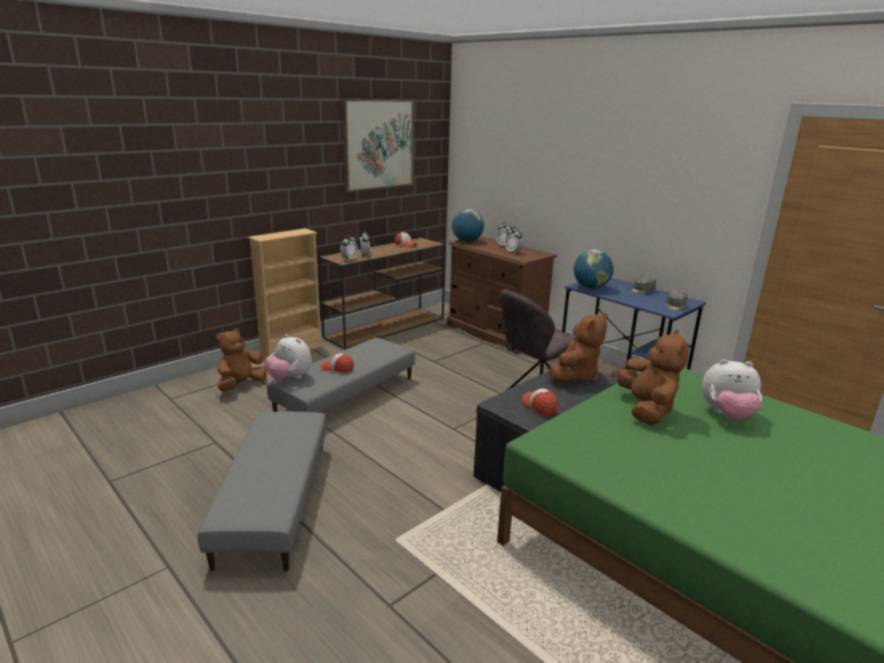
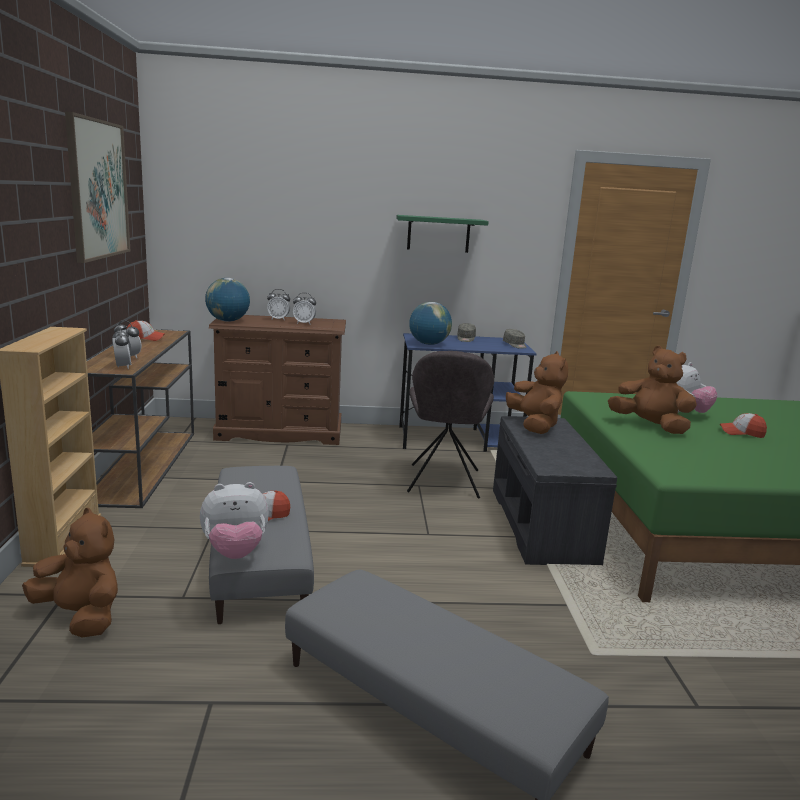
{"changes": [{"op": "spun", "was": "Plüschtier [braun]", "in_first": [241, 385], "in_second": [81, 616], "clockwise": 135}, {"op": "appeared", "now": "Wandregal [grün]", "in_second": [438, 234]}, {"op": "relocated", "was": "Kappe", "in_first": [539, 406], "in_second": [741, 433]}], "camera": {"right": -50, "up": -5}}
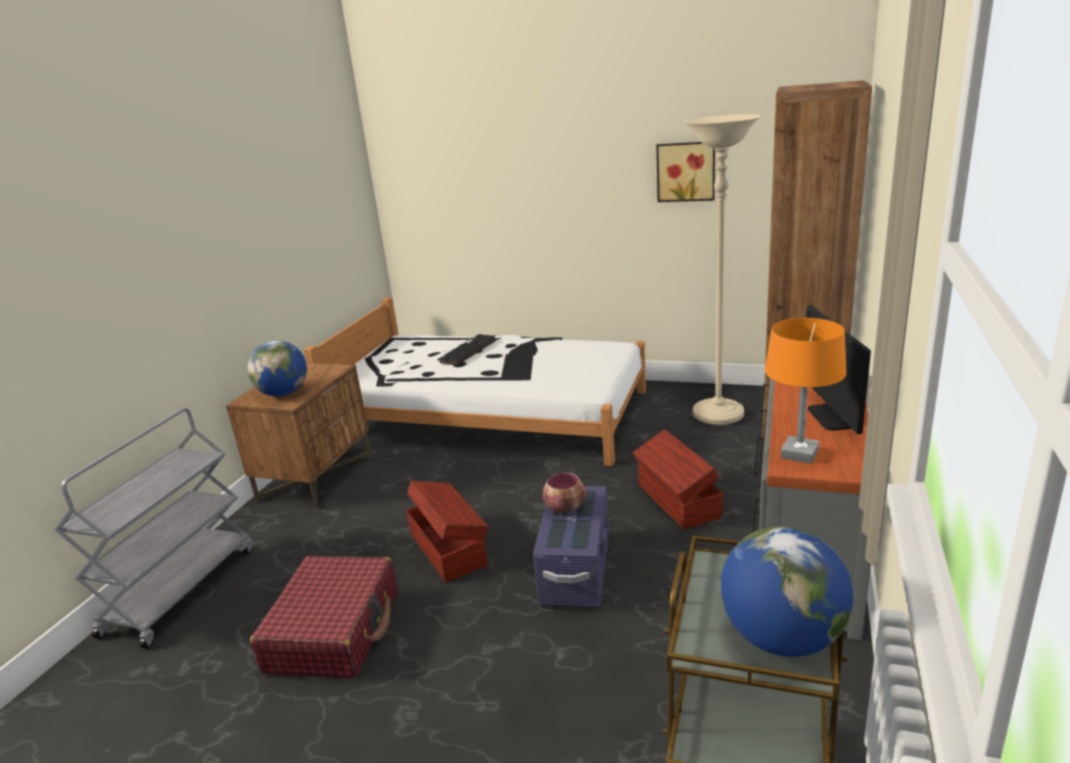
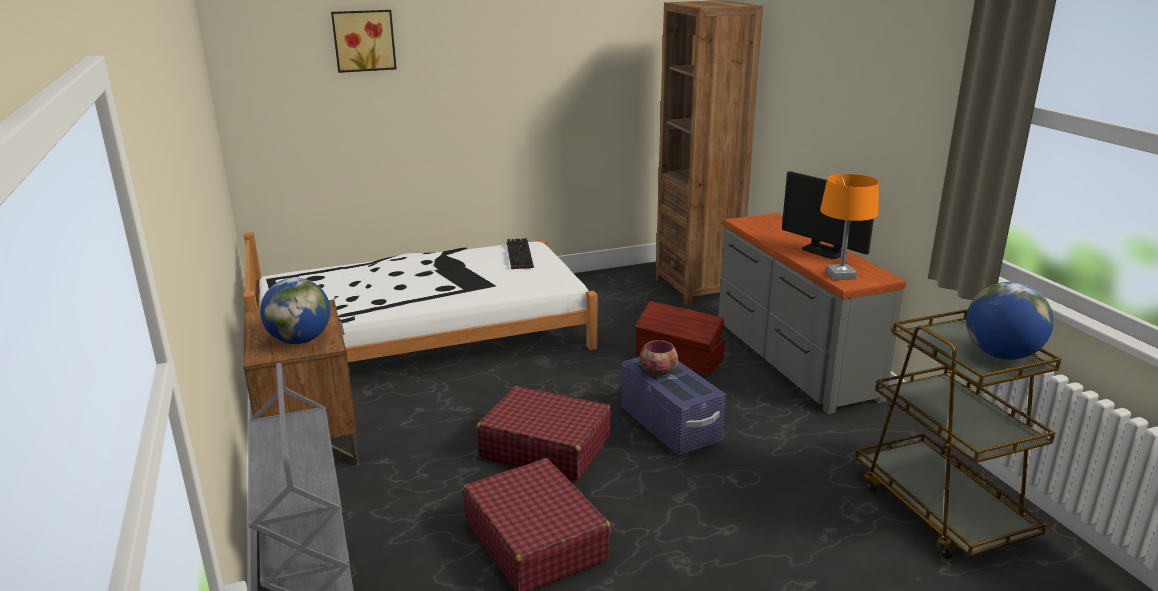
{"changes": [{"op": "relocated", "was": "Bild", "in_first": [686, 171], "in_second": [364, 40]}, {"op": "exchanged", "was": "Aufbewahrungsbox [braun]", "now": "Koffer [rot]", "in_first": [448, 548], "in_second": [545, 447]}, {"op": "relocated", "was": "Tastatur", "in_first": [468, 351], "in_second": [518, 255]}, {"op": "missing", "was": "Stehlampe [beige]", "in_first": [718, 415]}], "camera": {"right": -40, "up": 0}}
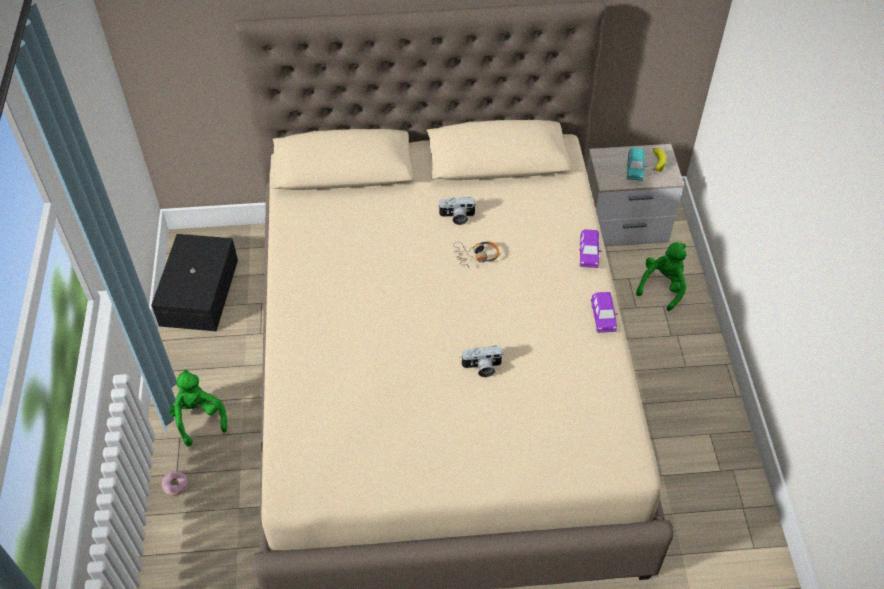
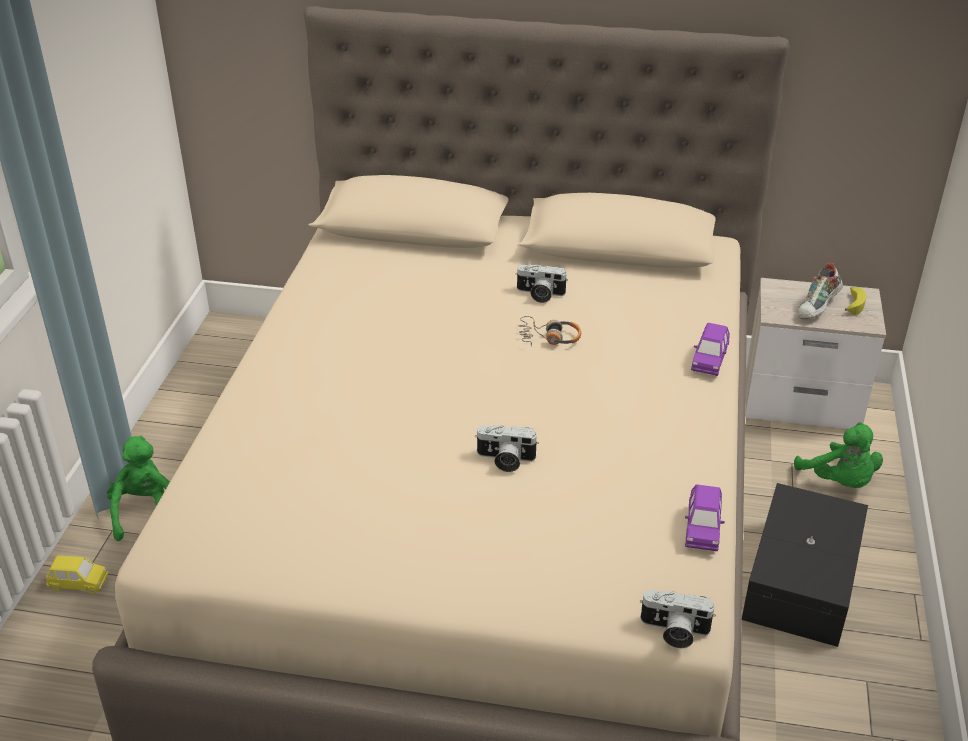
{"changes": [{"op": "exchanged", "was": "Donut", "now": "Spielzeugauto [gelb]", "in_first": [175, 485], "in_second": [79, 583]}, {"op": "appeared", "now": "Kamera", "in_second": [674, 631]}, {"op": "relocated", "was": "Spielzeugauto [lila]", "in_first": [603, 318], "in_second": [702, 530]}, {"op": "relocated", "was": "Aufbewahrungsbox [schwarz]", "in_first": [201, 291], "in_second": [804, 580]}, {"op": "spun", "was": "Plüschtier [grün]", "in_first": [662, 287], "in_second": [839, 481], "clockwise": 105}, {"op": "exchanged", "was": "Spielzeugauto [türkis]", "now": "Schuh", "in_first": [634, 170], "in_second": [818, 308]}], "camera": {"right": 15, "up": -15}}
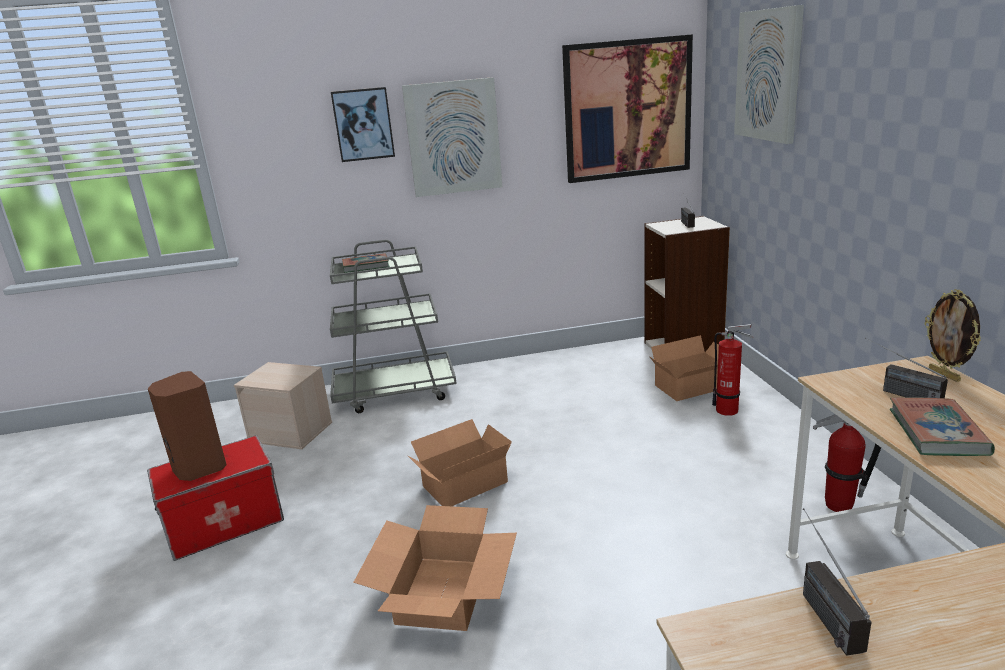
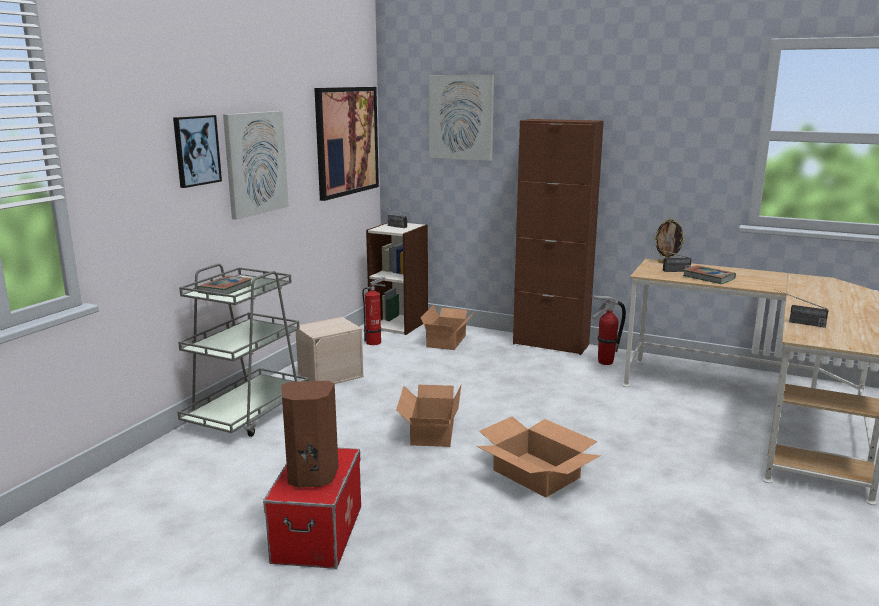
{"changes": [{"op": "relocated", "was": "Aufbewahrungsbox [beige]", "in_first": [292, 431], "in_second": [330, 375]}, {"op": "relocated", "was": "Feuerlöscher", "in_first": [730, 410], "in_second": [375, 342]}, {"op": "appeared", "now": "Schrank [braun]", "in_second": [550, 344]}], "camera": {"right": -55, "up": -5}}
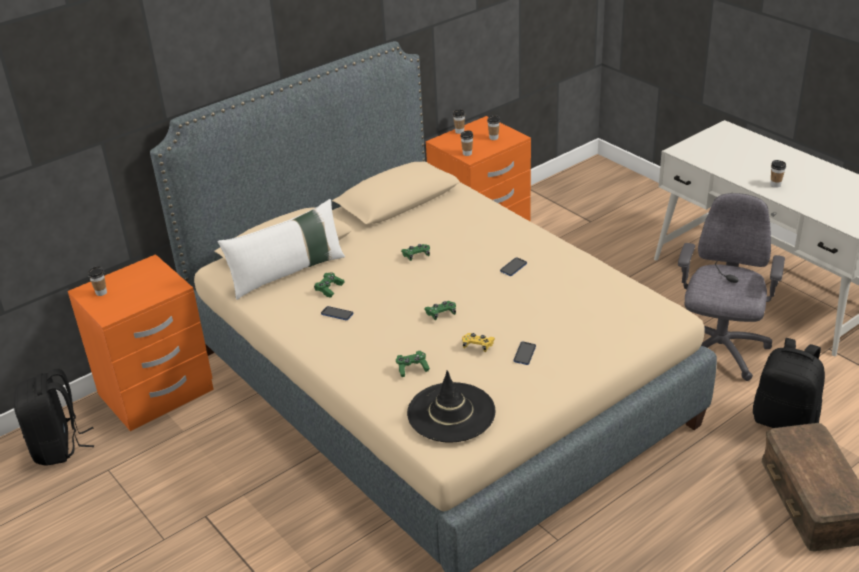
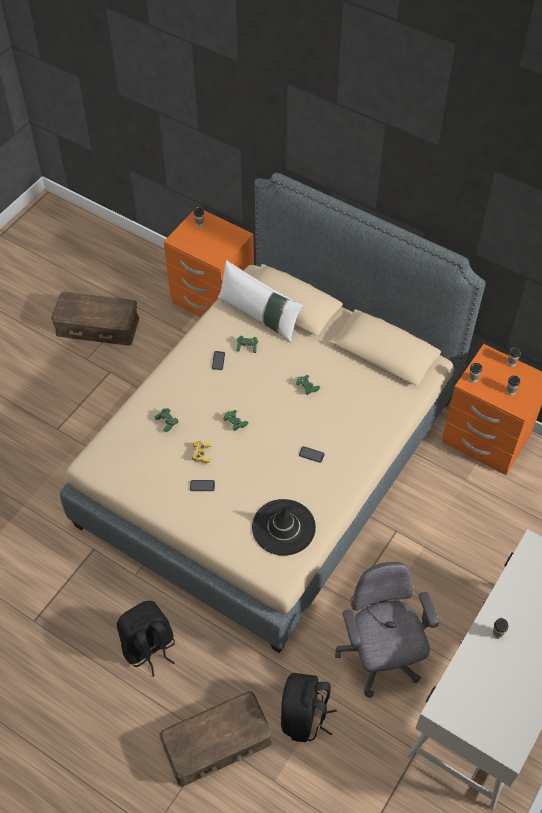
{"changes": [{"op": "appeared", "now": "Aufbewahrungsbox [braun]", "in_second": [98, 325]}, {"op": "relocated", "was": "Rucksack [schwarz]", "in_first": [59, 447], "in_second": [149, 648]}, {"op": "relocated", "was": "Hut [schwarz]", "in_first": [451, 413], "in_second": [283, 527]}, {"op": "spun", "was": "Bürostuhl [grau]", "in_first": [718, 352], "in_second": [380, 657], "clockwise": -105}], "camera": {"right": 70, "up": 20}}
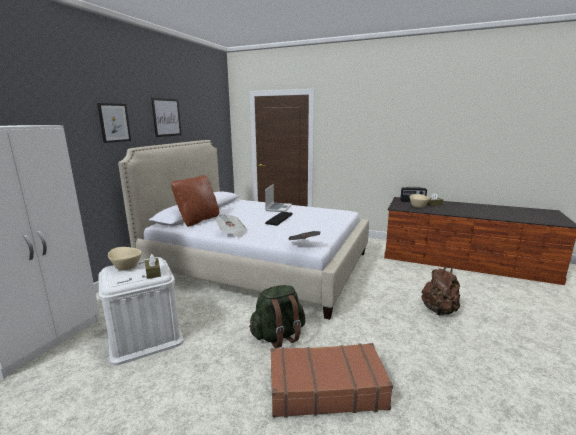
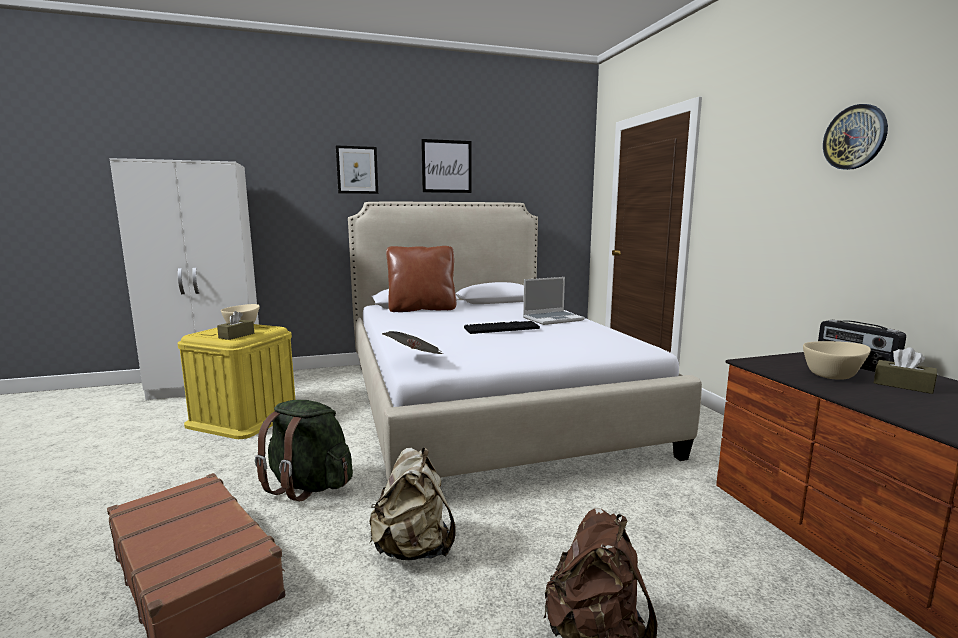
{"changes": [{"op": "colour", "was": "Aufbewahrungsbox [weiß]", "now": "Aufbewahrungsbox [gelb]", "in_first": [145, 336], "in_second": [244, 417]}, {"op": "appeared", "now": "Rucksack [beige]", "in_second": [413, 548]}, {"op": "appeared", "now": "Wanduhr", "in_second": [855, 137]}, {"op": "missing", "was": "Zeitung", "in_first": [232, 233]}], "camera": {"right": 50, "up": -5}}
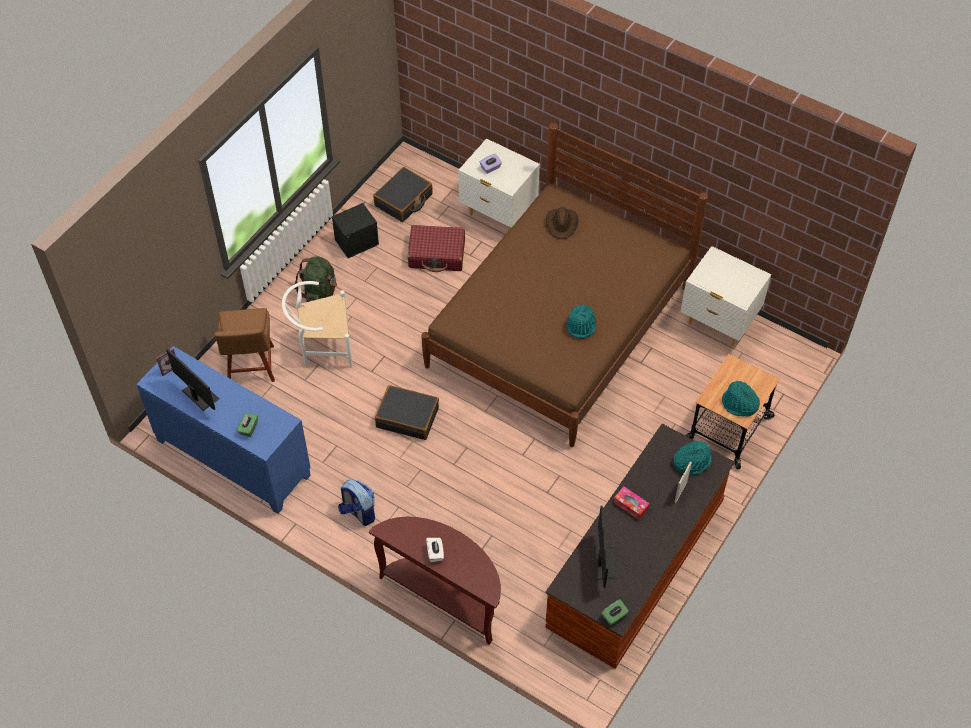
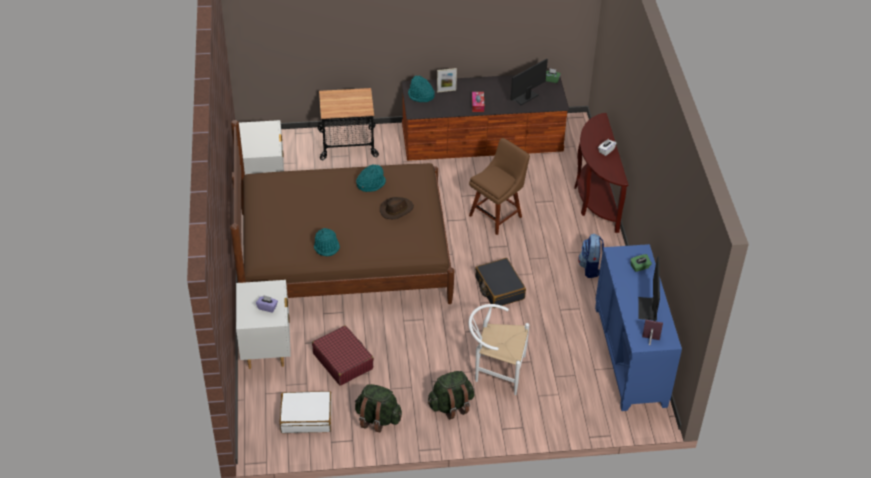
{"changes": [{"op": "colour", "was": "Koffer [schwarz]", "now": "Koffer [weiß]", "in_first": [403, 200], "in_second": [306, 417]}, {"op": "relocated", "was": "Hut [türkis]", "in_first": [739, 404], "in_second": [326, 246]}, {"op": "exchanged", "was": "Aufbewahrungsbox [schwarz]", "now": "Rucksack [grün]", "in_first": [356, 241], "in_second": [377, 418]}, {"op": "relocated", "was": "Hut [braun]", "in_first": [562, 224], "in_second": [396, 209]}, {"op": "relocated", "was": "Stuhl [braun]", "in_first": [250, 368], "in_second": [497, 215]}, {"op": "spun", "was": "Stuhl [weiß]", "in_first": [322, 348], "in_second": [495, 370], "clockwise": 150}], "camera": {"right": -130, "up": -10}}
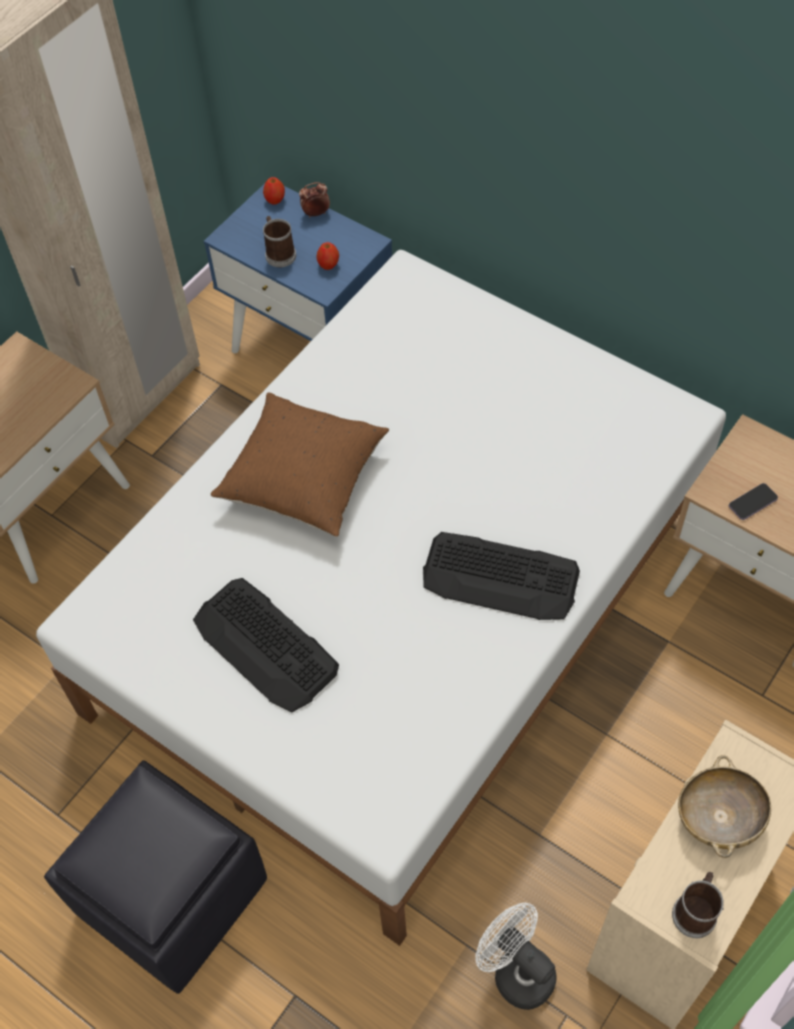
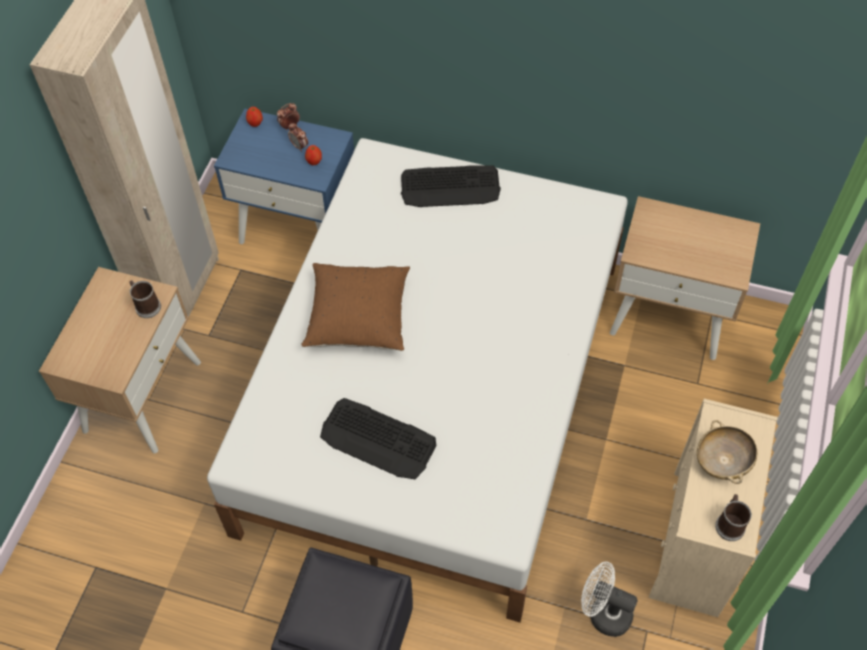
{"changes": [{"op": "relocated", "was": "Henkelbecher", "in_first": [279, 253], "in_second": [146, 305]}, {"op": "appeared", "now": "Wecker", "in_second": [299, 146]}, {"op": "relocated", "was": "Tastatur", "in_first": [500, 577], "in_second": [450, 187]}, {"op": "missing", "was": "Handy", "in_first": [752, 502]}], "camera": {"right": -20, "up": 0}}
